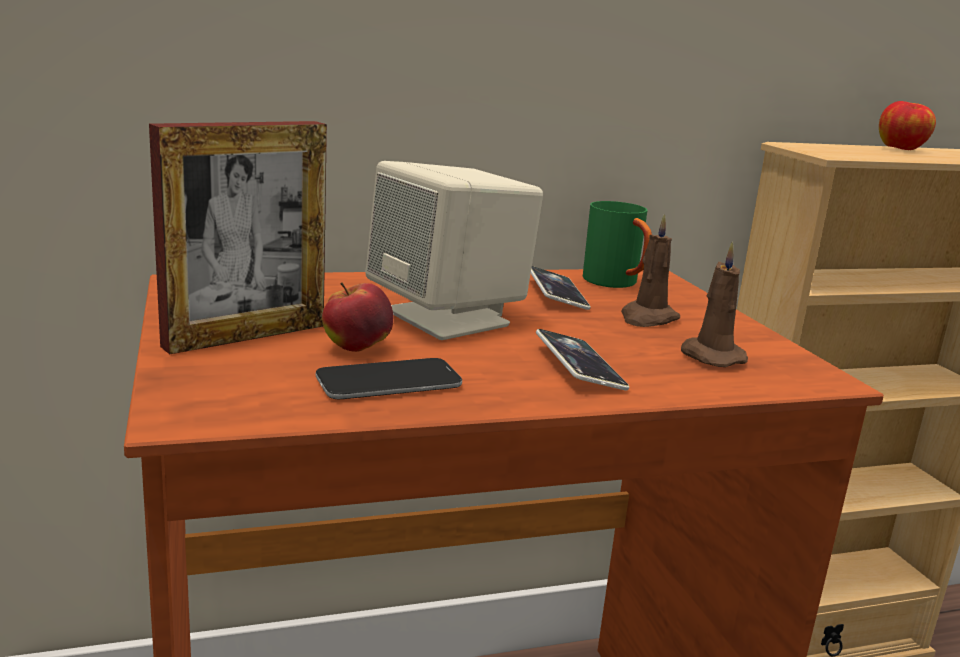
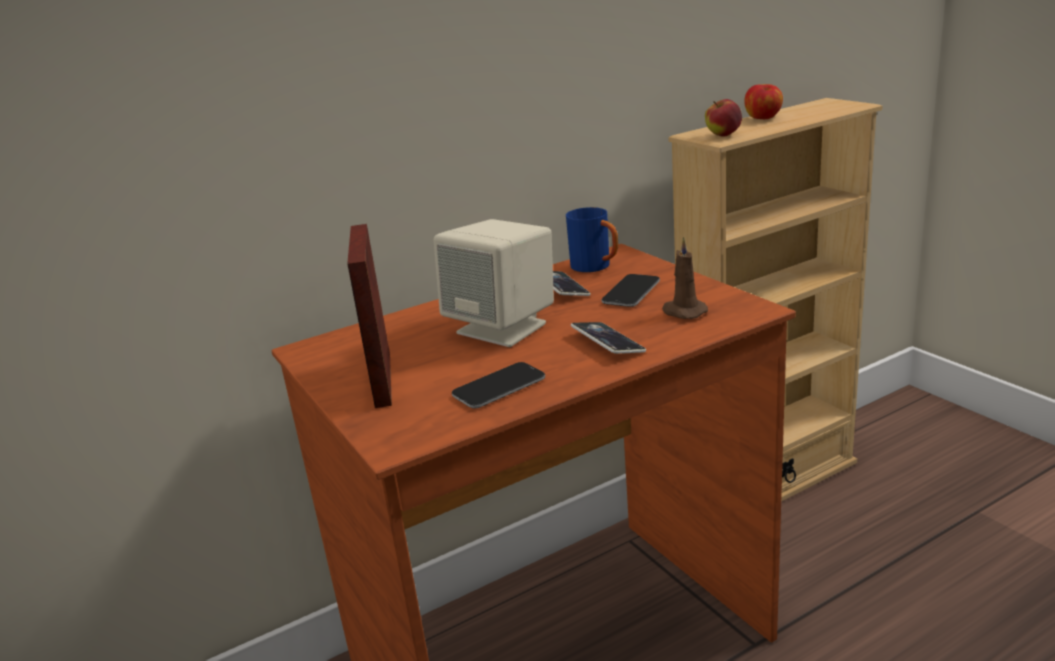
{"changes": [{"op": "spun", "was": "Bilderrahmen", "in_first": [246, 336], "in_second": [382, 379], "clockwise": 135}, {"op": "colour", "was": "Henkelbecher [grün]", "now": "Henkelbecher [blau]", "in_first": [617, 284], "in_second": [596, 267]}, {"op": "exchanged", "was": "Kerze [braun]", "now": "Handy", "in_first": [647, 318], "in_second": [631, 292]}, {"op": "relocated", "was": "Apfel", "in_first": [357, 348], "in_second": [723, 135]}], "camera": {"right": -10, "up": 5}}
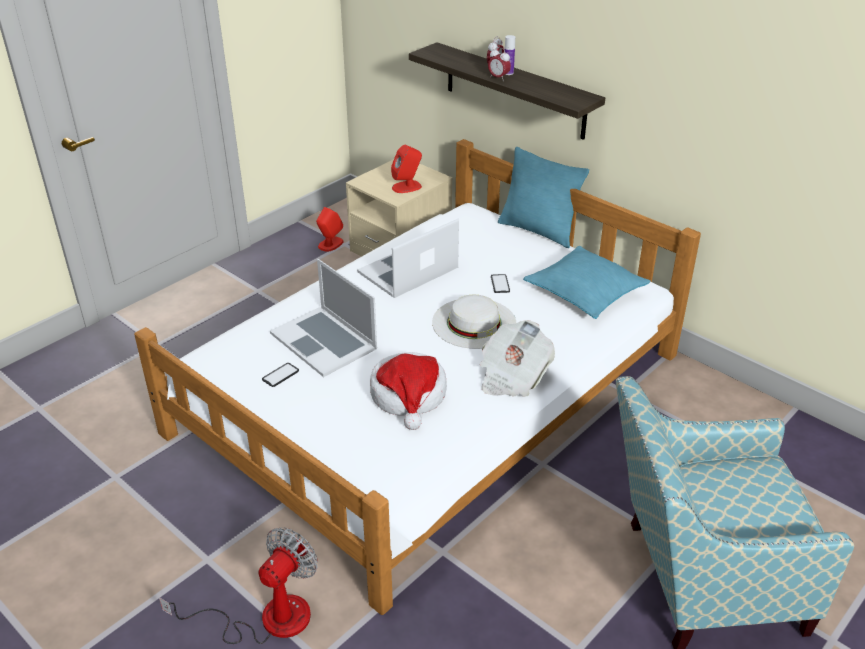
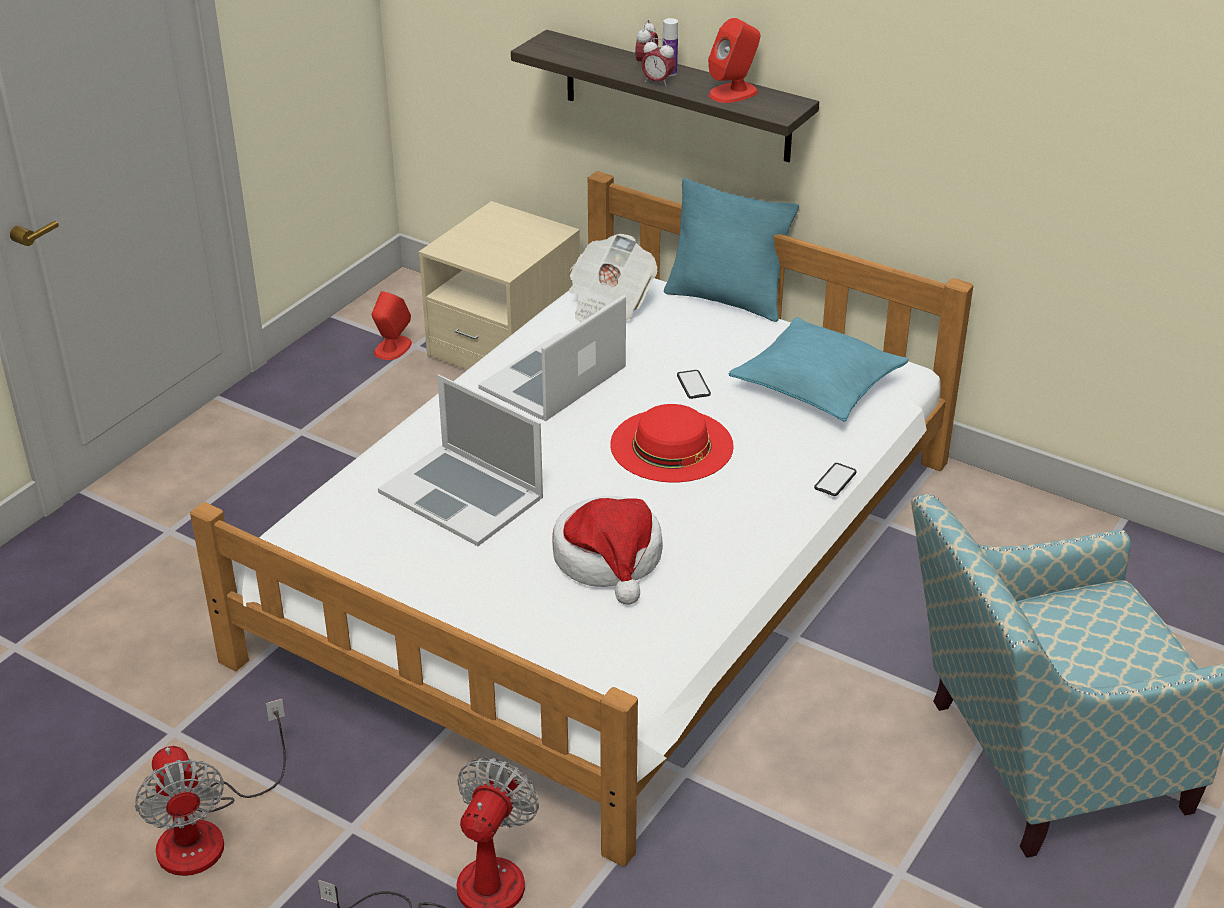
{"changes": [{"op": "appeared", "now": "Ventilator", "in_second": [207, 831]}, {"op": "relocated", "was": "Zeitung", "in_first": [512, 376], "in_second": [609, 302]}, {"op": "colour", "was": "Hut [weiß]", "now": "Hut [rot]", "in_first": [474, 323], "in_second": [672, 445]}, {"op": "relocated", "was": "Lautsprecher [rot]", "in_first": [407, 187], "in_second": [733, 93]}, {"op": "relocated", "was": "Handy", "in_first": [280, 375], "in_second": [835, 480]}], "camera": {"right": -10, "up": 0}}
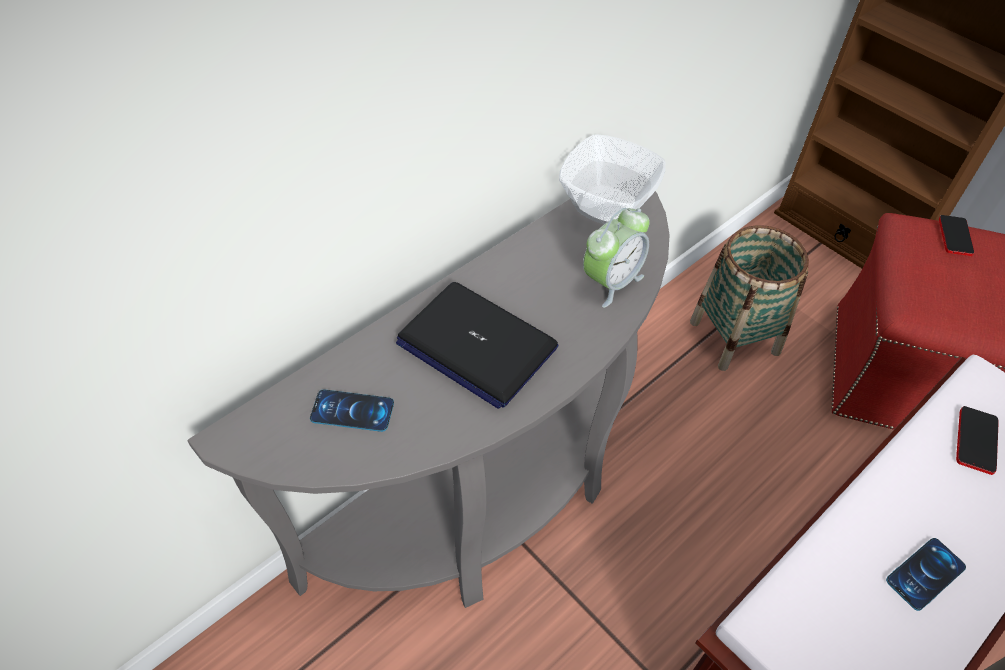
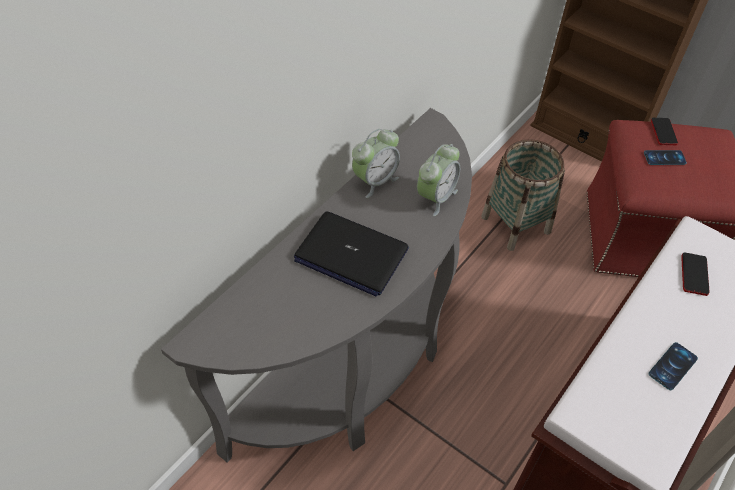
{"changes": [{"op": "appeared", "now": "Wecker", "in_second": [375, 181]}, {"op": "relocated", "was": "Handy", "in_first": [352, 411], "in_second": [664, 158]}, {"op": "missing", "was": "Schüssel", "in_first": [608, 206]}], "camera": {"right": -10, "up": 0}}
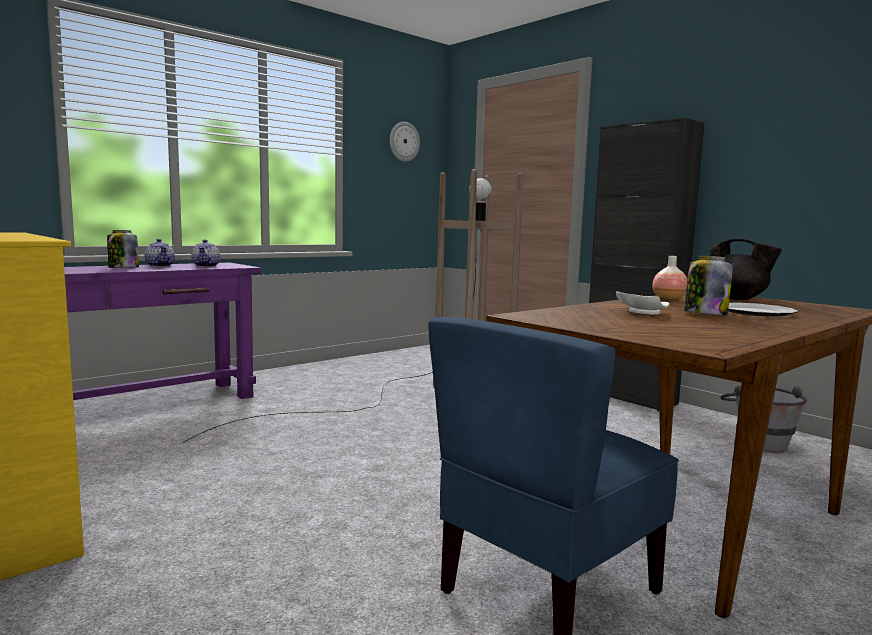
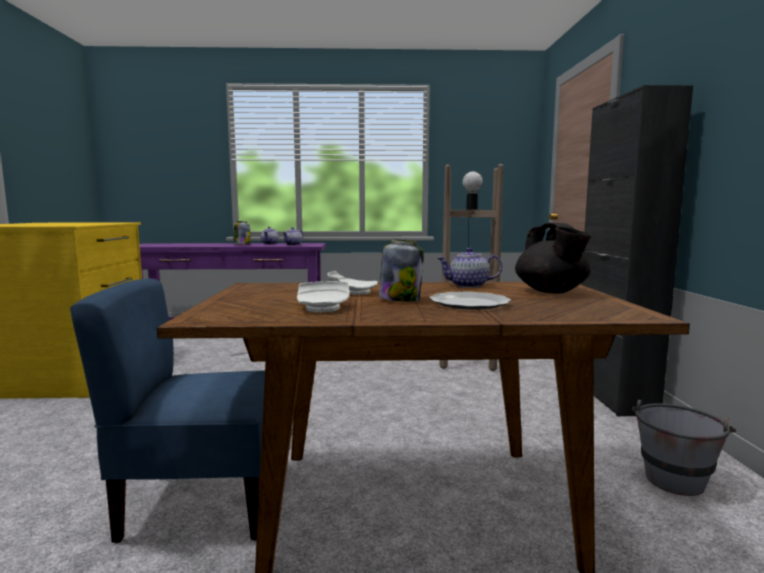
{"changes": [{"op": "appeared", "now": "Teller [weiß]", "in_second": [323, 308]}, {"op": "exchanged", "was": "Vase", "now": "Teekanne", "in_first": [669, 299], "in_second": [468, 285]}, {"op": "missing", "was": "Wanduhr", "in_first": [404, 141]}], "camera": {"right": 40, "up": 0}}
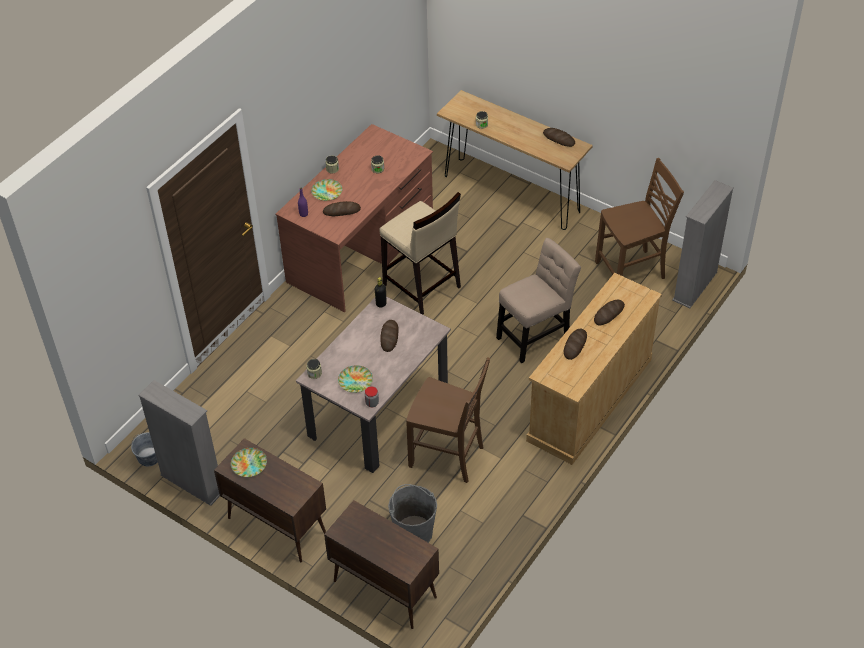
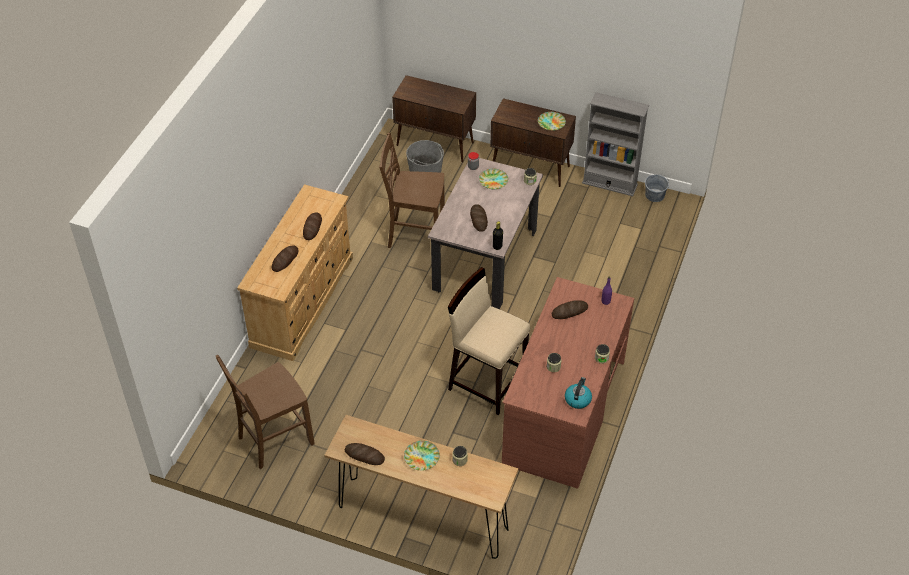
{"changes": [{"op": "relocated", "was": "Teller", "in_first": [326, 192], "in_second": [422, 457]}, {"op": "appeared", "now": "Wasserkessel", "in_second": [577, 399]}, {"op": "missing", "was": "Stuhl [beige]", "in_first": [535, 335]}, {"op": "missing", "was": "Bücherregal [grau]", "in_first": [695, 286]}], "camera": {"right": 165, "up": 0}}
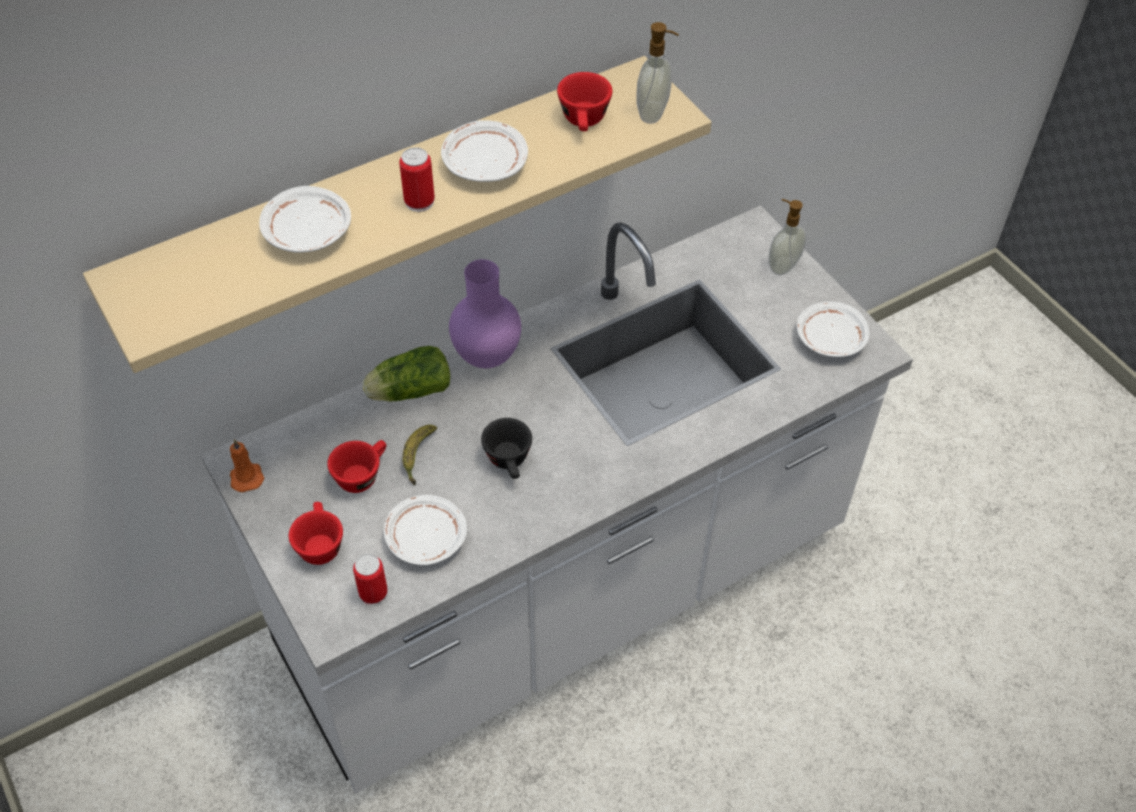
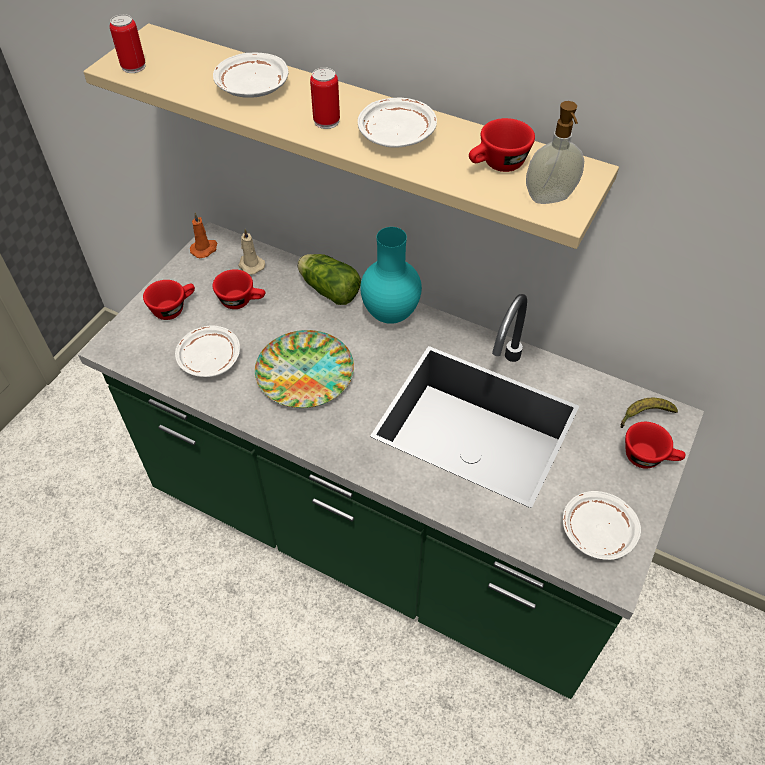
{"changes": [{"op": "colour", "was": "Küchenzeile [weiß]", "now": "Küchenzeile [grün]", "in_first": [565, 593], "in_second": [382, 533]}, {"op": "relocated", "was": "Dose", "in_first": [373, 593], "in_second": [133, 66]}, {"op": "appeared", "now": "Kerze [beige]", "in_second": [250, 265]}, {"op": "exchanged", "was": "Tasse [schwarz]", "now": "Teller", "in_first": [510, 462], "in_second": [305, 373]}, {"op": "colour", "was": "Vase [lila]", "now": "Vase [türkis]", "in_first": [488, 356], "in_second": [392, 315]}, {"op": "relocated", "was": "Banane", "in_first": [417, 456], "in_second": [644, 416]}, {"op": "exchanged", "was": "Seifenspender", "now": "Tasse [rot]", "in_first": [782, 265], "in_second": [649, 457]}], "camera": {"right": 60, "up": 0}}
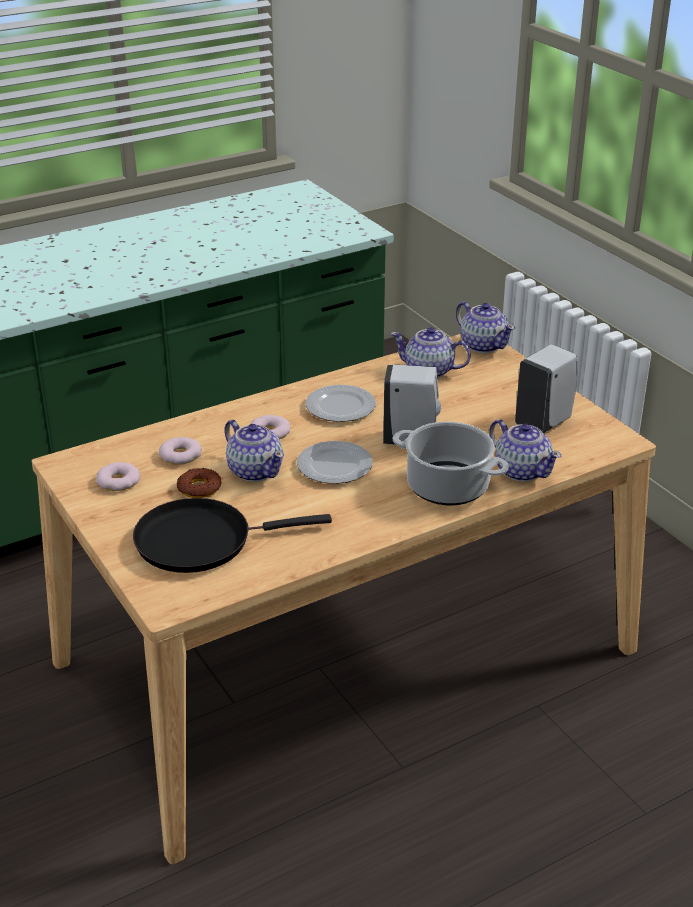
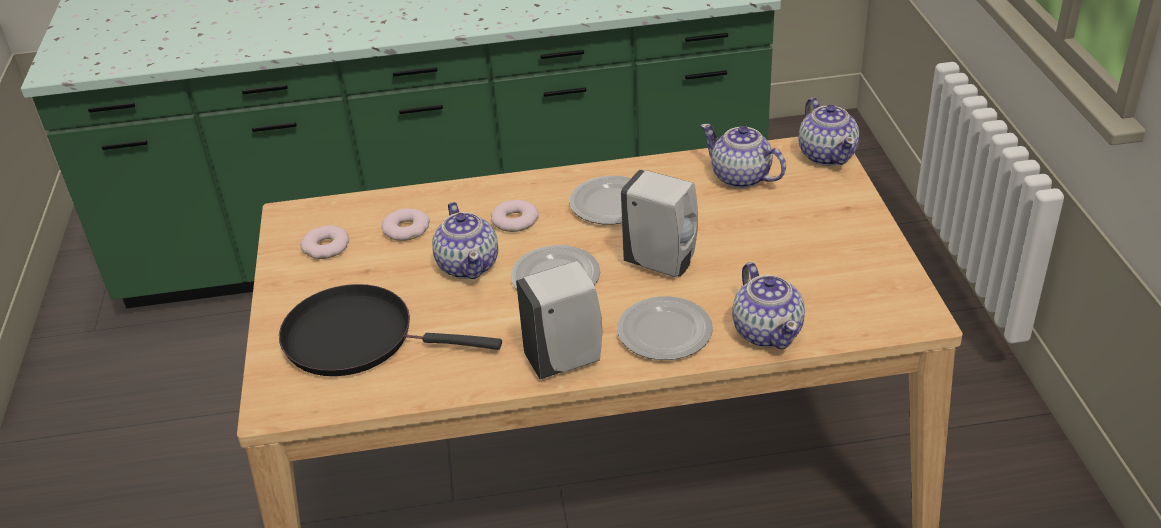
{"changes": [{"op": "relocated", "was": "Seifenspender [weiß]", "in_first": [544, 422], "in_second": [566, 359]}, {"op": "exchanged", "was": "Kochtopf", "now": "Teller", "in_first": [446, 486], "in_second": [663, 332]}, {"op": "missing", "was": "Donut", "in_first": [199, 488]}], "camera": {"right": 25, "up": 5}}
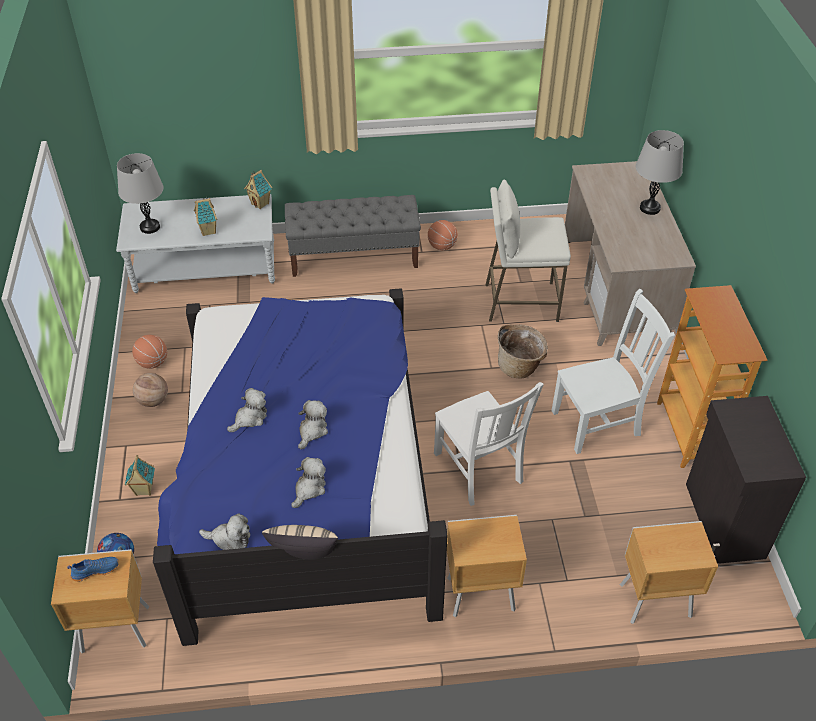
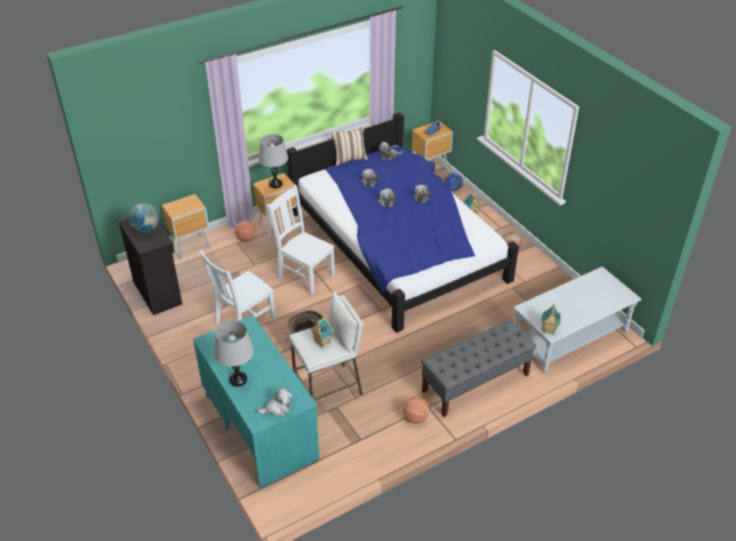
{"changes": [{"op": "appeared", "now": "Globus", "in_second": [146, 229]}, {"op": "colour", "was": "Schreibtisch [beige]", "now": "Schreibtisch [türkis]", "in_first": [616, 290], "in_second": [258, 426]}, {"op": "relocated", "was": "Basketball", "in_first": [153, 362], "in_second": [246, 239]}, {"op": "appeared", "now": "Plüschtier", "in_second": [277, 408]}, {"op": "relocated", "was": "Tischlampe [grau]", "in_first": [150, 227], "in_second": [275, 184]}, {"op": "relocated", "was": "Spielzeughaus", "in_first": [209, 231], "in_second": [322, 342]}, {"op": "missing", "was": "Bücherregal", "in_first": [689, 433]}], "camera": {"right": 155, "up": -5}}
